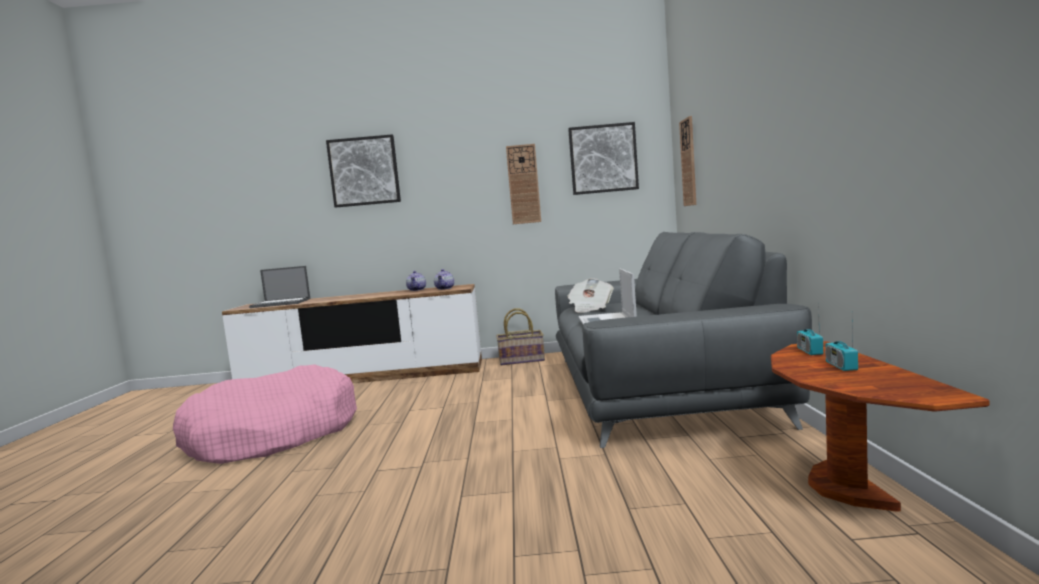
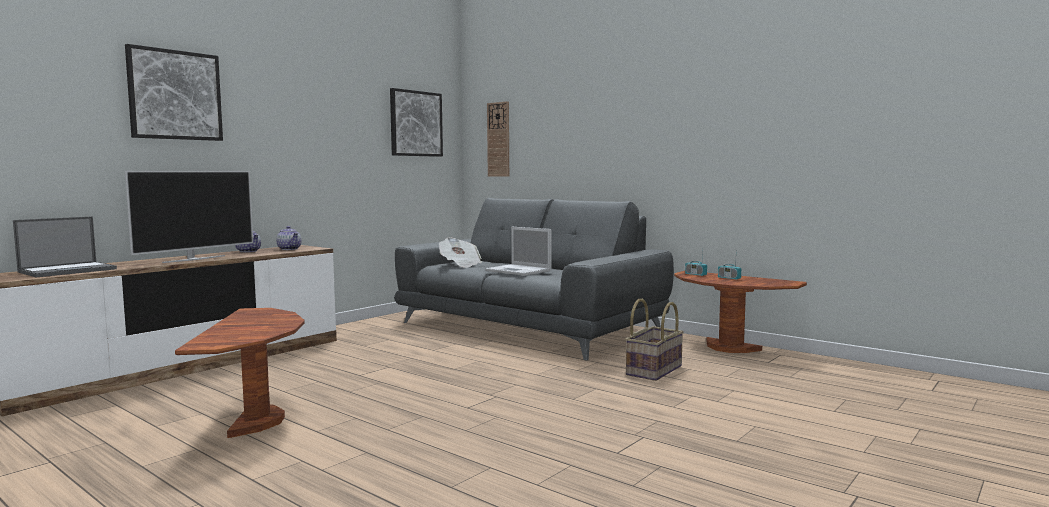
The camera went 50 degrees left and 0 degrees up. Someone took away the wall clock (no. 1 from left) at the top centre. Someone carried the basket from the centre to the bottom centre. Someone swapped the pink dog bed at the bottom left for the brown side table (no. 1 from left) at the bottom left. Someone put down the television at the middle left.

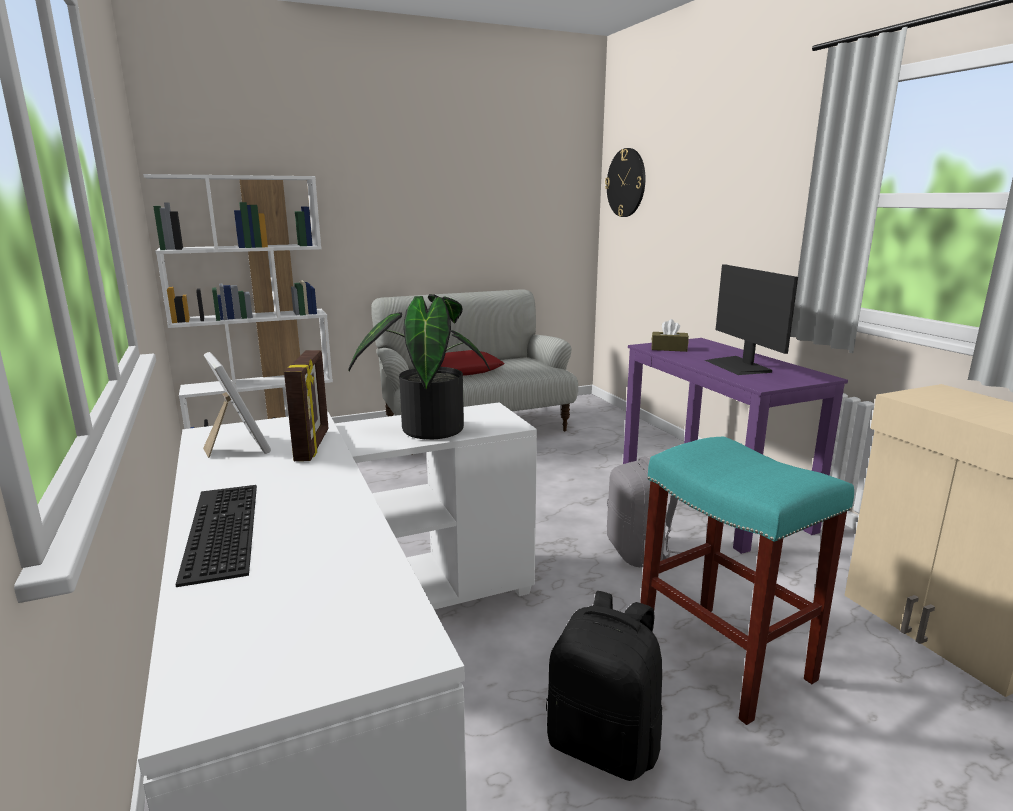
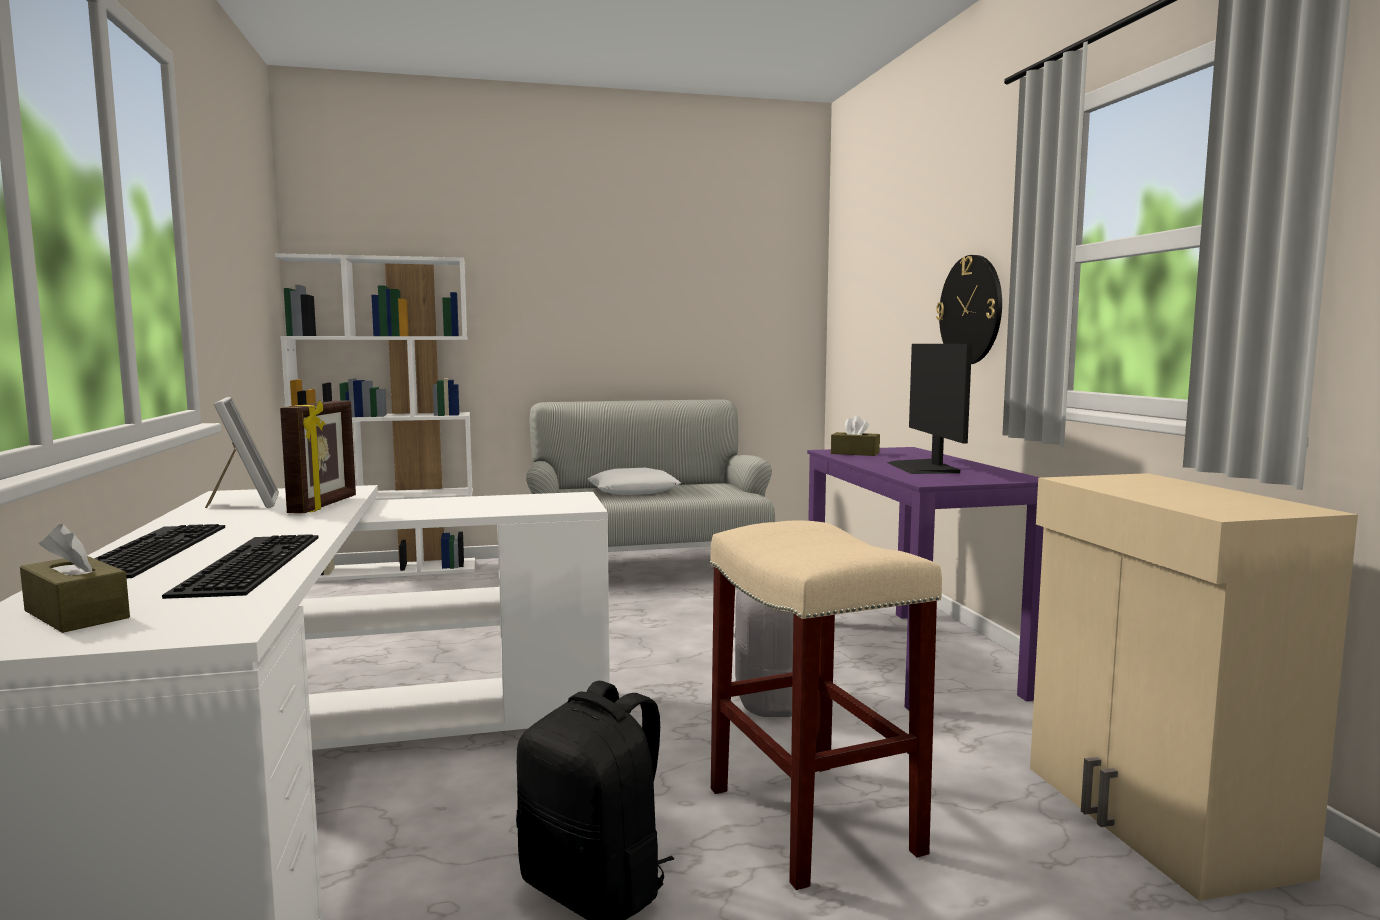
The camera went 10 degrees right and 10 degrees down. Someone carried the wall clock from the top centre to the middle right. Someone took away the potted plant at the centre. Someone repainted the red pillow at the centre, which became the white pillow at the centre. Someone repainted the turquoise stool at the bottom right, which became the beige stool at the bottom centre. Someone put down the brown tissue box (no. 1 from left) at the middle left. Someone put down the keyboard (no. 2 from left) at the middle left.

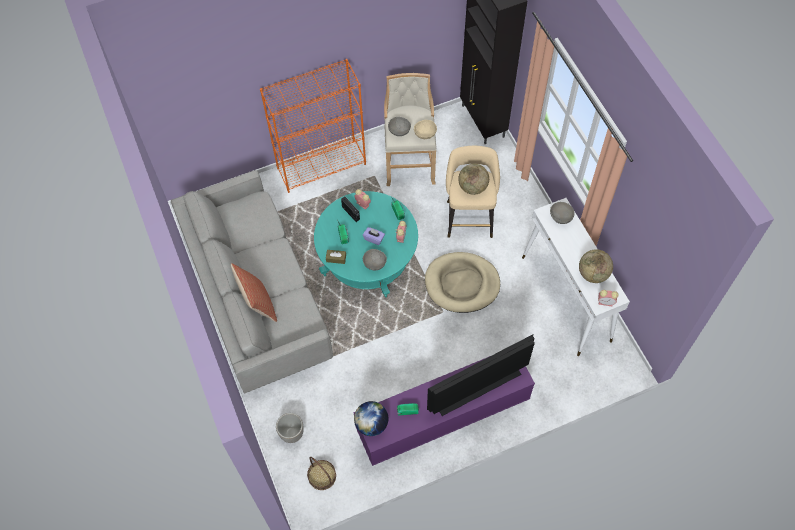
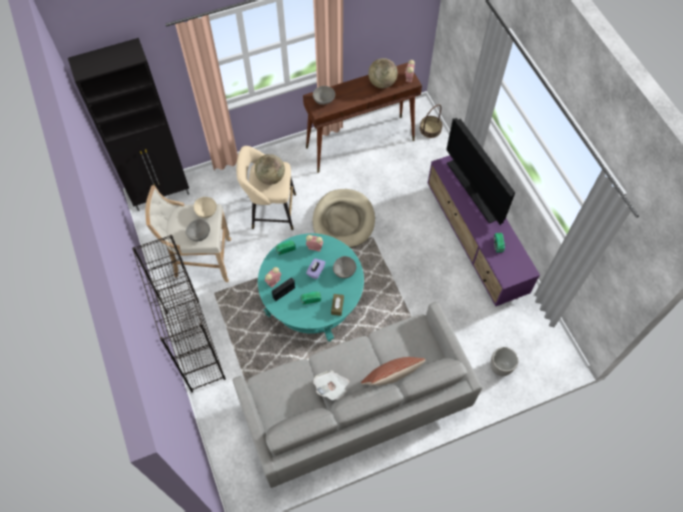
The camera went 90 degrees left and 0 degrees up. Someone repainted the orange bookcase at the top centre, which became the black bookcase at the middle left. Someone repainted the white console table at the middle right, which became the brown console table at the top centre. Someone took away the globe (no. 1 from left) at the bottom centre. Someone carried the basket from the bottom centre to the top centre. Someone put down the newspaper at the bottom centre.

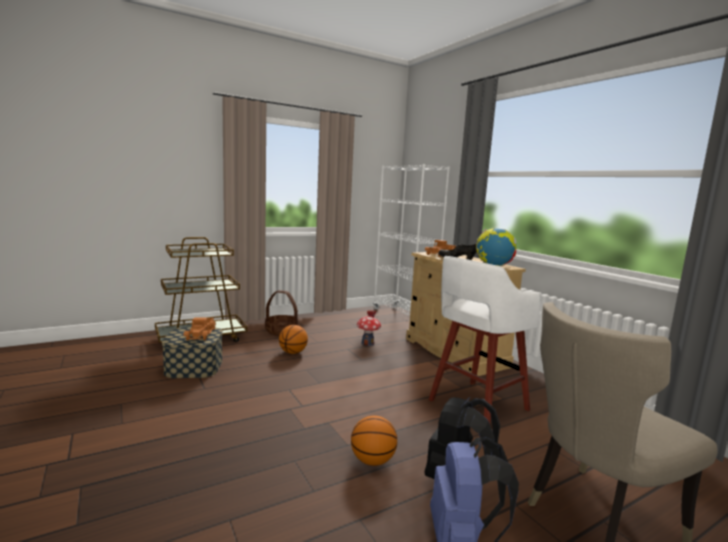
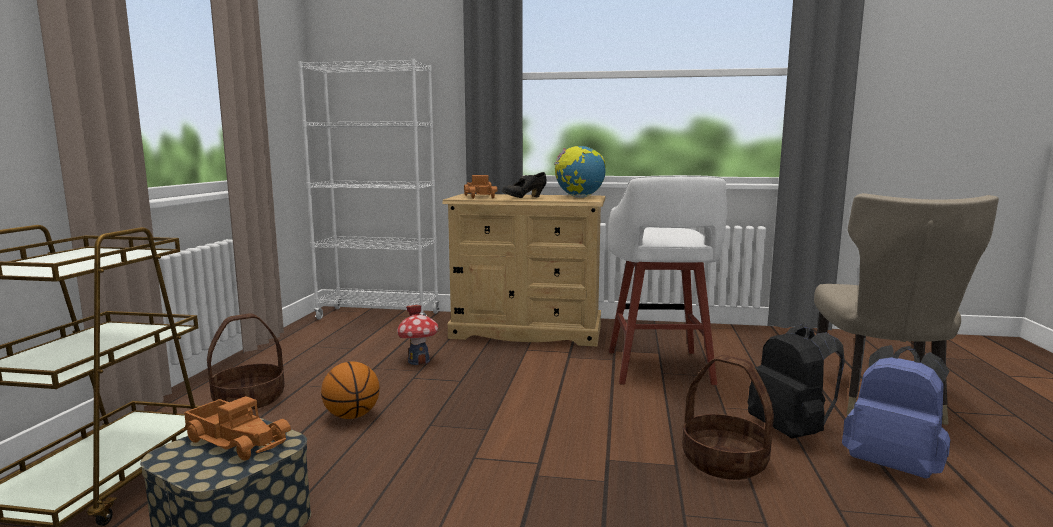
The camera went 50 degrees left and 0 degrees up. Someone swapped the basketball (no. 2 from left) at the bottom centre for the basket (no. 2 from left) at the bottom right.

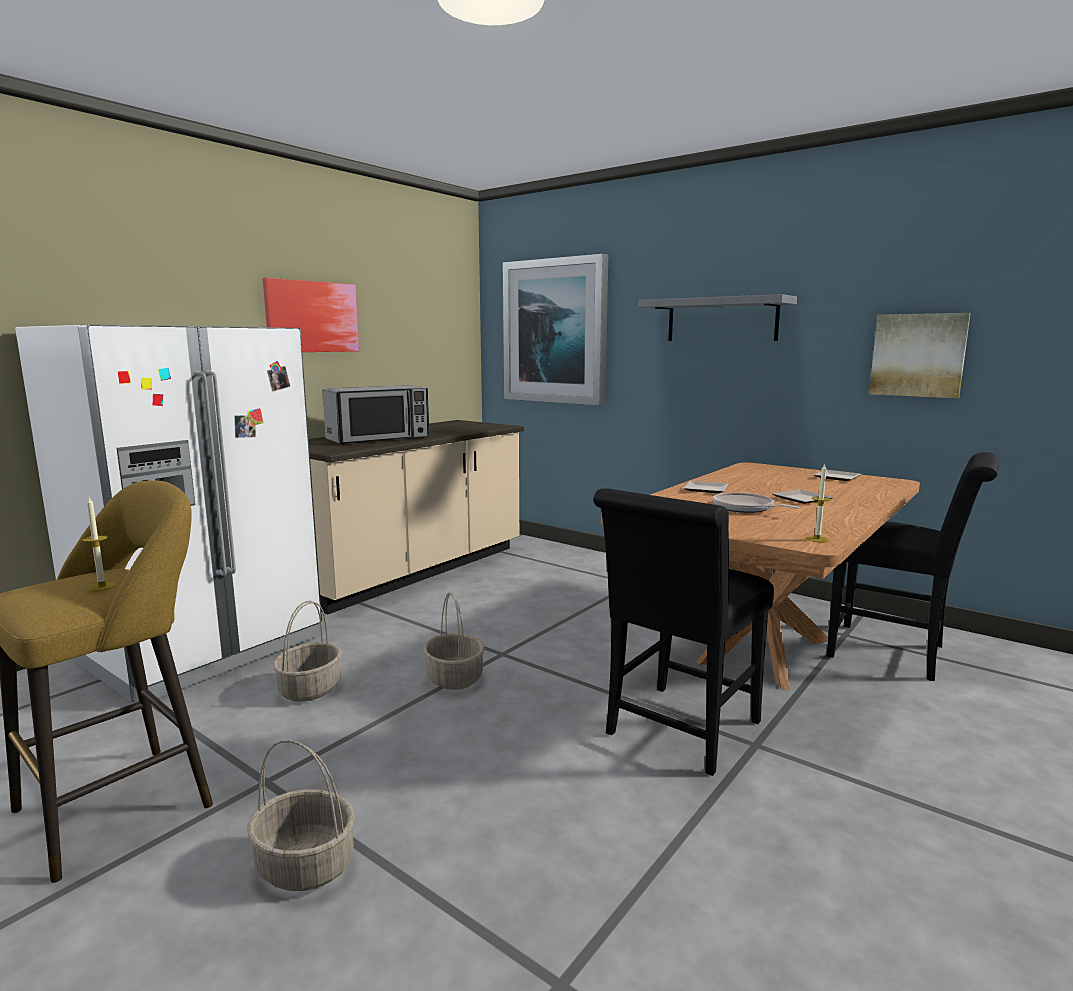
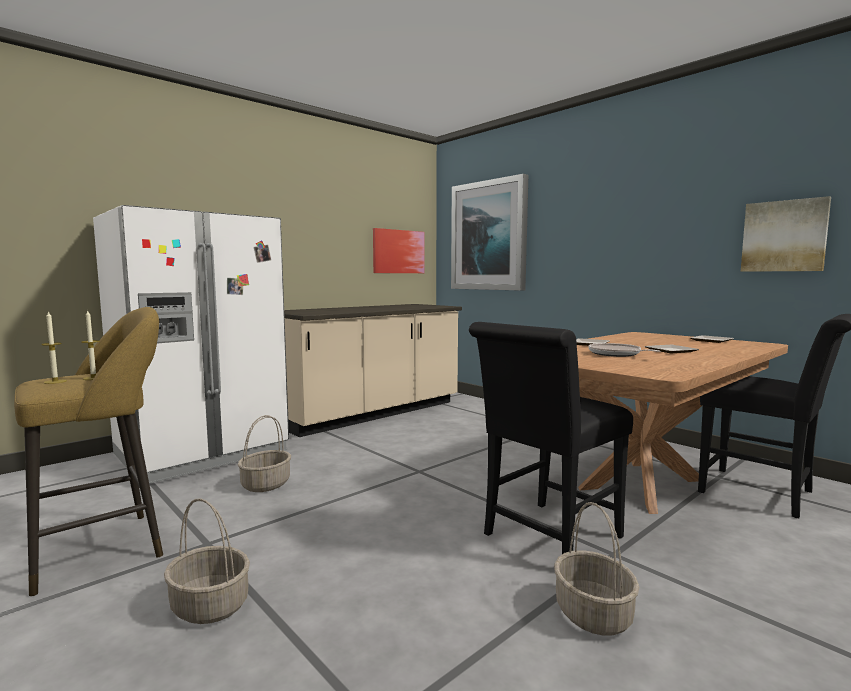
The camera went 10 degrees right and 5 degrees down. Someone carried the picture (no. 1 from left) from the top left to the centre. Someone took away the grey shelf at the top right. Someone took away the microwave at the centre. Someone carried the candle (no. 2 from left in the first image) from the middle right to the middle left. Someone carried the basket (no. 3 from left) from the centre to the bottom right.

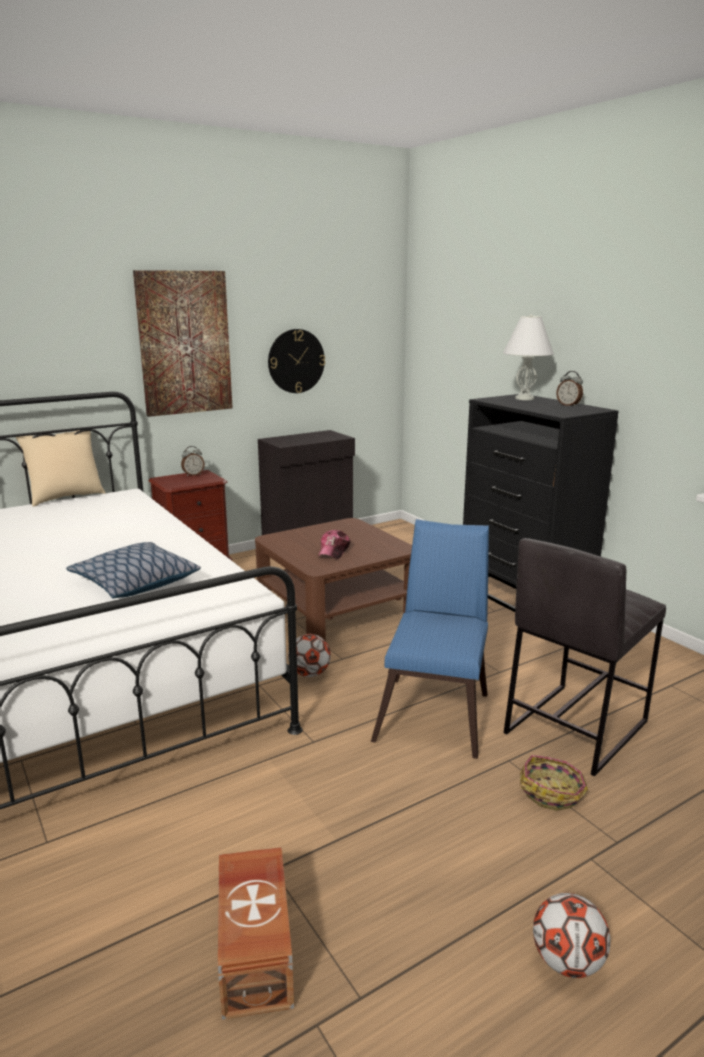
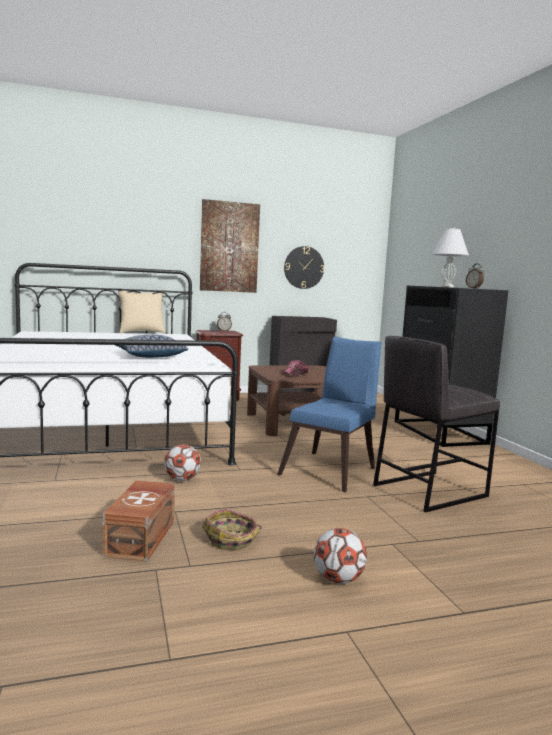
The camera went 15 degrees right and 10 degrees down. Someone carried the football (no. 1 from left) from the centre to the middle left. Someone carried the basket from the bottom right to the bottom centre.

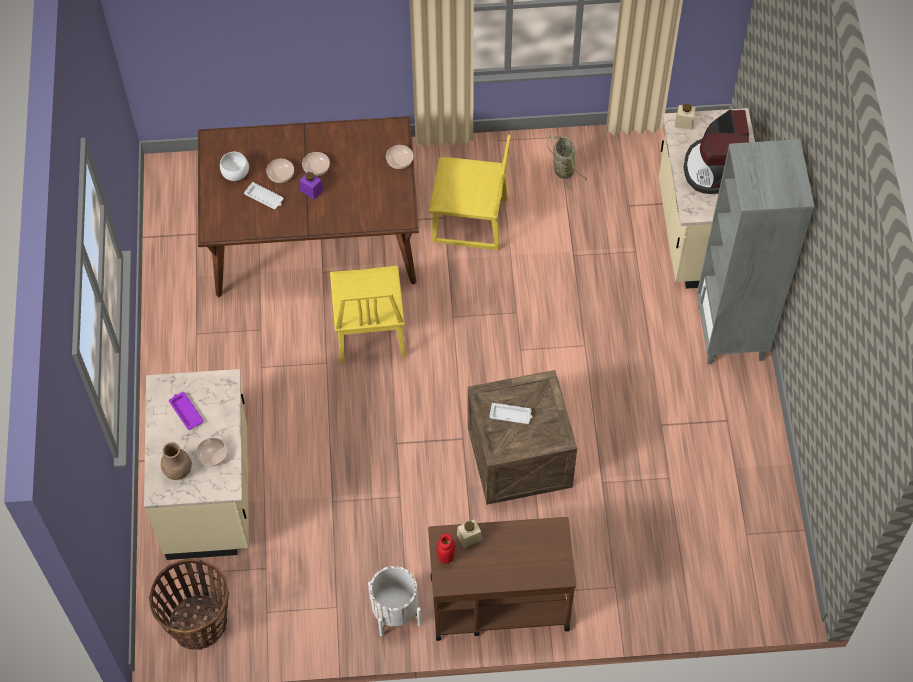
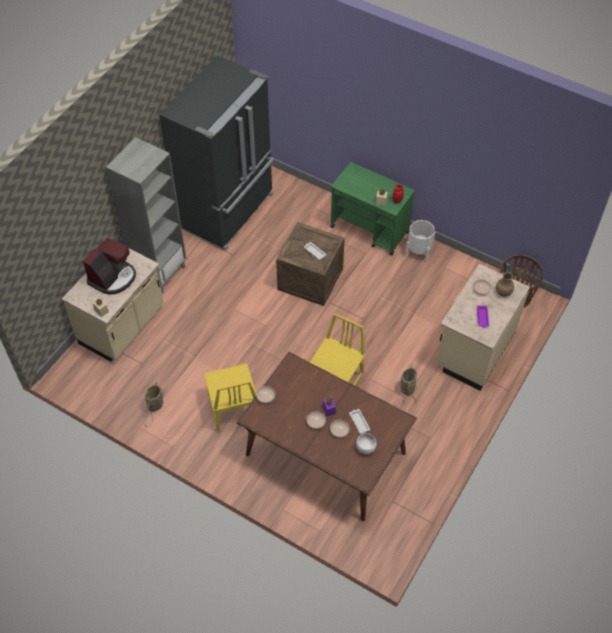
The camera went 145 degrees left and 5 degrees down. Someone rotated the yellow chair (no. 2 from left in the first image) at the top centre by 150 degrees counterclockwise. Someone repainted the brown cart at the bottom centre, which became the green cart at the top centre. Someone put down the black fridge at the top centre. Someone put down the basket (no. 2 from left) at the middle right.

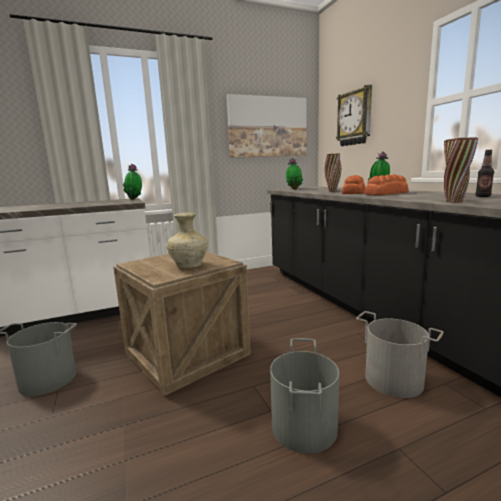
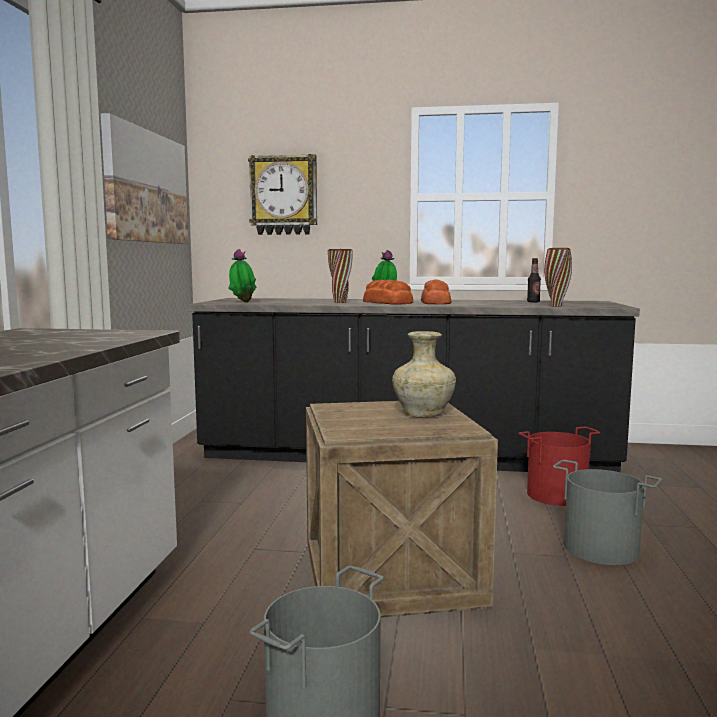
The camera went 60 degrees left and 5 degrees down. Someone took away the potted plant (no. 1 from left) at the middle left. Someone repainted the grey bucket (no. 3 from left) at the bottom right, which became the red bucket at the middle right.

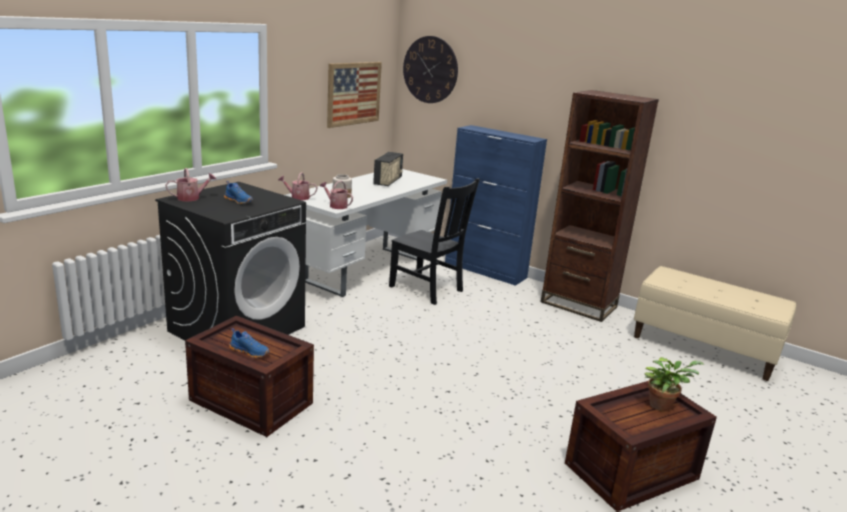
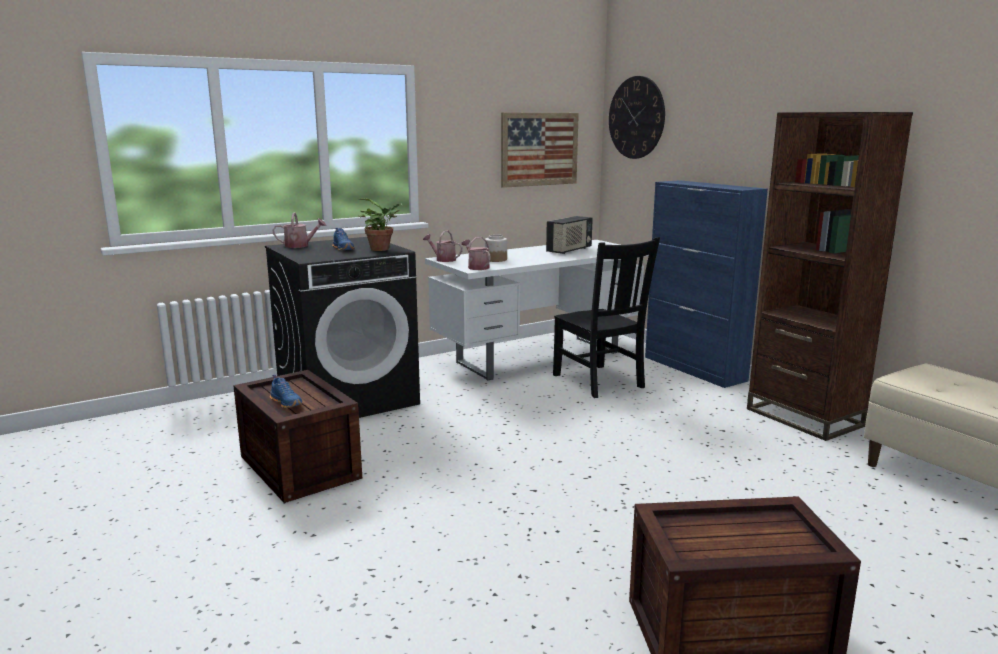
The camera went 25 degrees right and 5 degrees down. Someone carried the potted plant from the bottom right to the centre.

